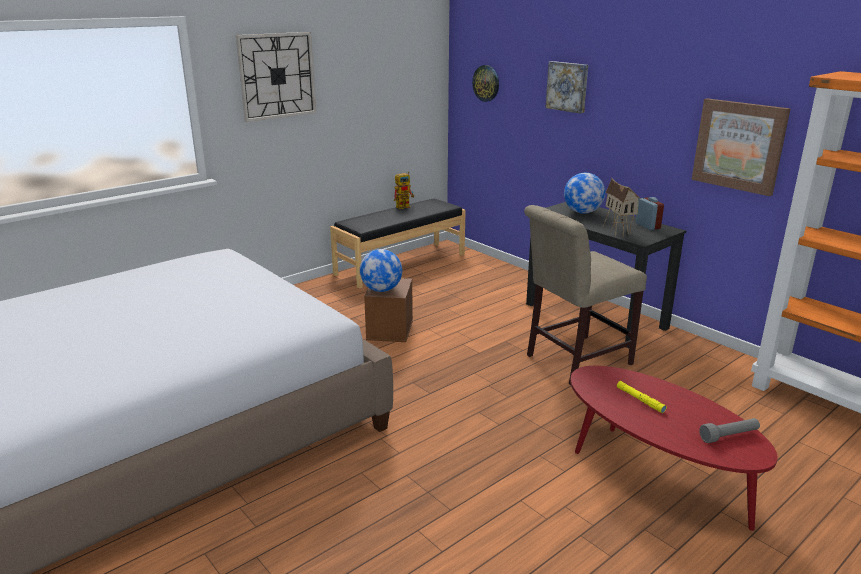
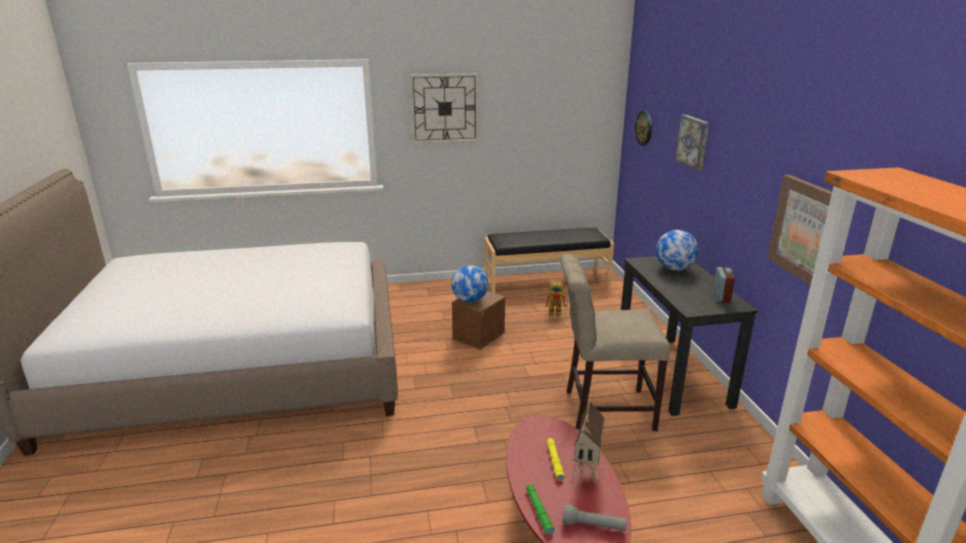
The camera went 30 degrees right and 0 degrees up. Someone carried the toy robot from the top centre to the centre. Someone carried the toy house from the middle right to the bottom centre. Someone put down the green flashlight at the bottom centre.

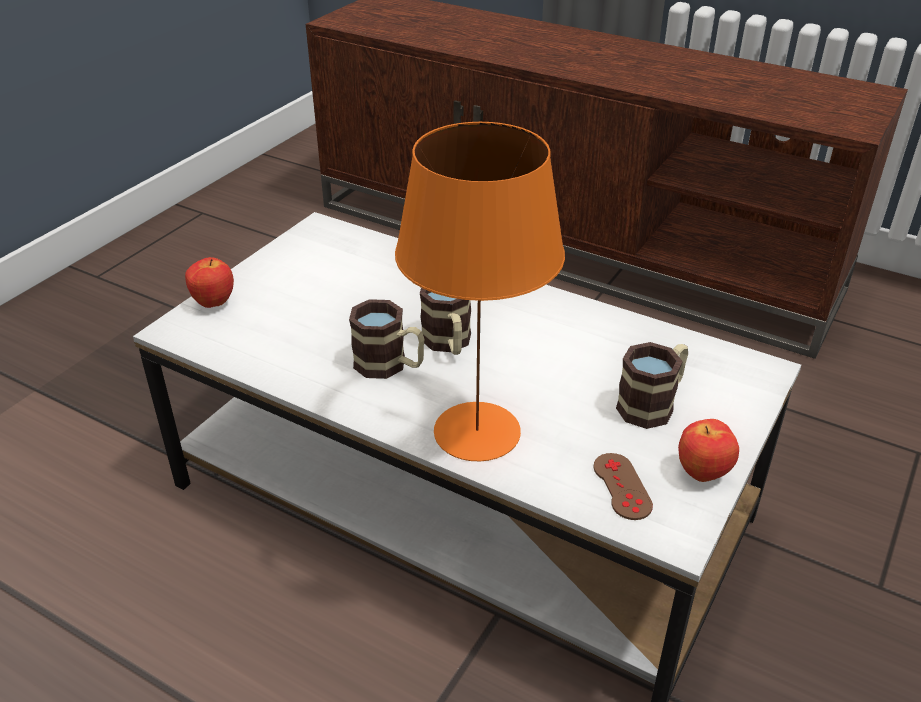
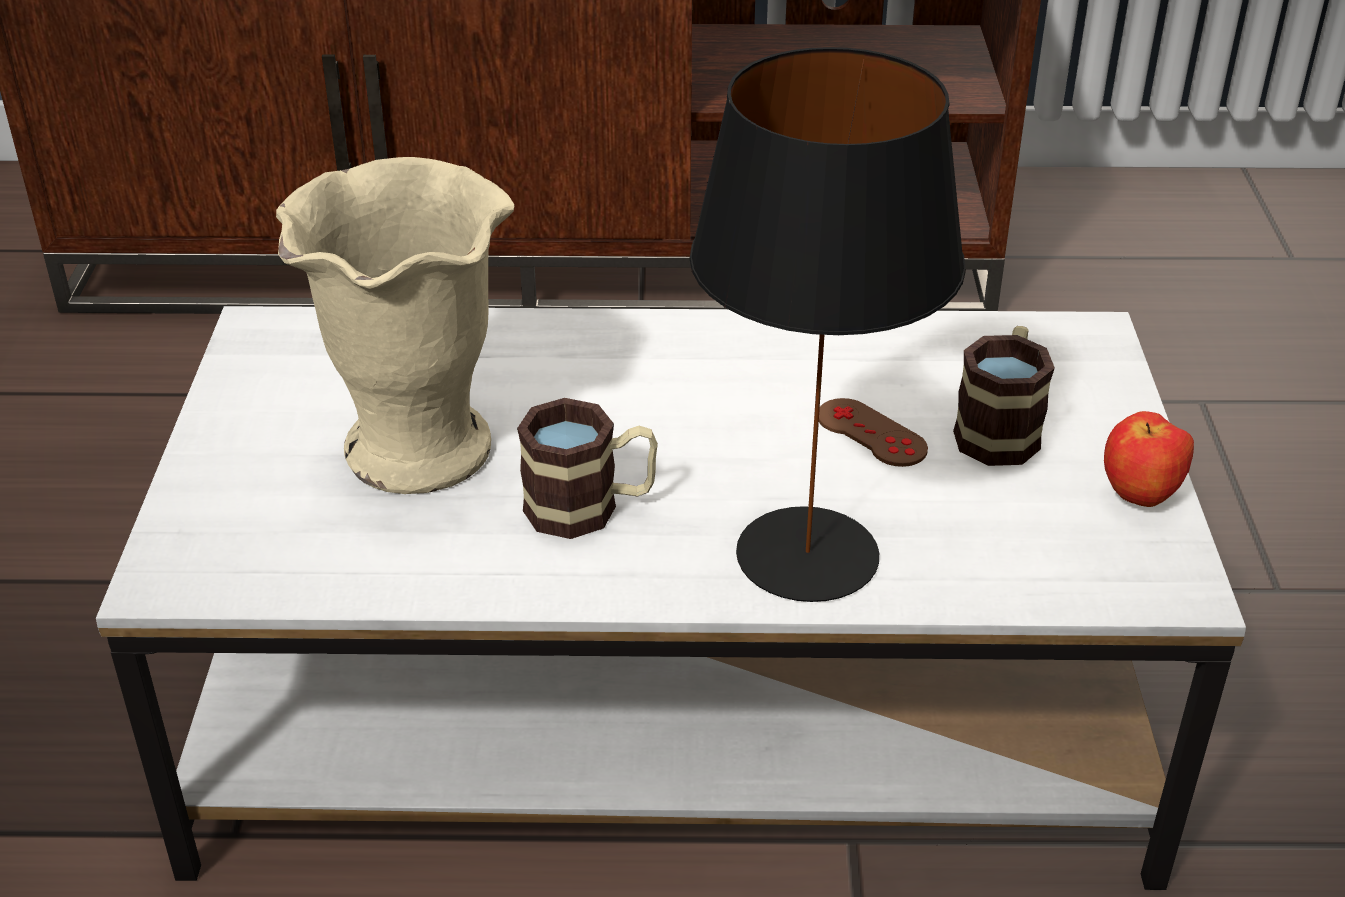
The camera went 30 degrees left and 0 degrees up. Someone repainted the orange table lamp at the centre, which became the black table lamp at the centre. Someone took away the apple (no. 1 from left) at the middle left. Someone took away the mug (no. 2 from left) at the centre. Someone carried the brown game controller from the bottom right to the centre. Someone put down the beige vase at the middle left.

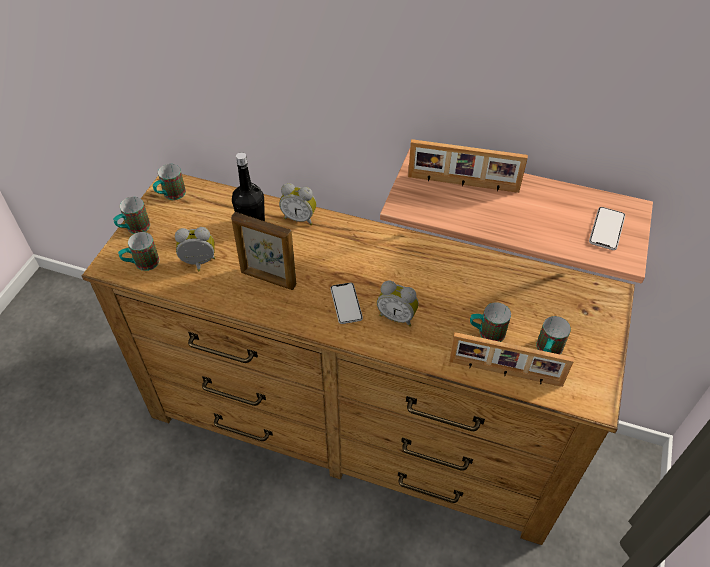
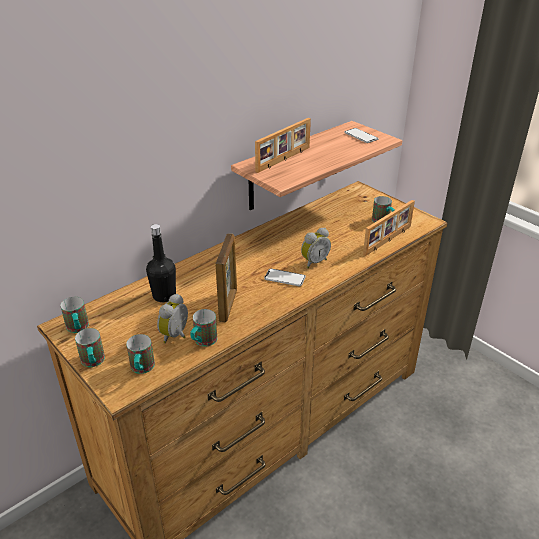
The camera went 60 degrees left and 15 degrees down. Someone took away the alarm clock (no. 2 from left) at the centre. Someone rotated the picture frame (no. 1 from left) at the centre by 45 degrees counterclockwise. Someone carried the mug (no. 4 from left) from the middle right to the centre.

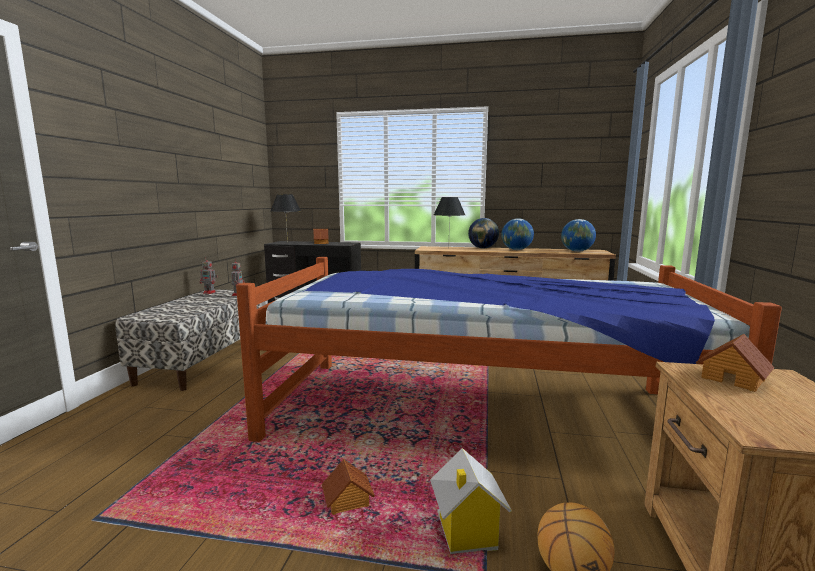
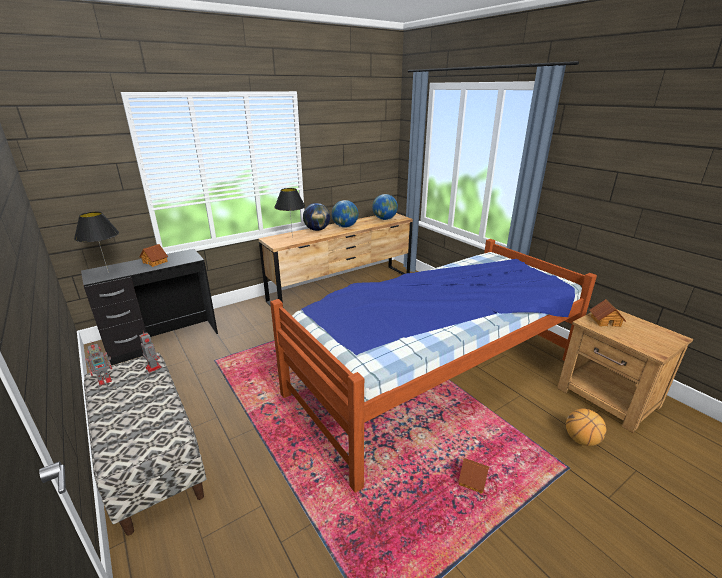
The camera went 45 degrees left and 15 degrees up. Someone took away the toy house (no. 3 from left) at the bottom centre.

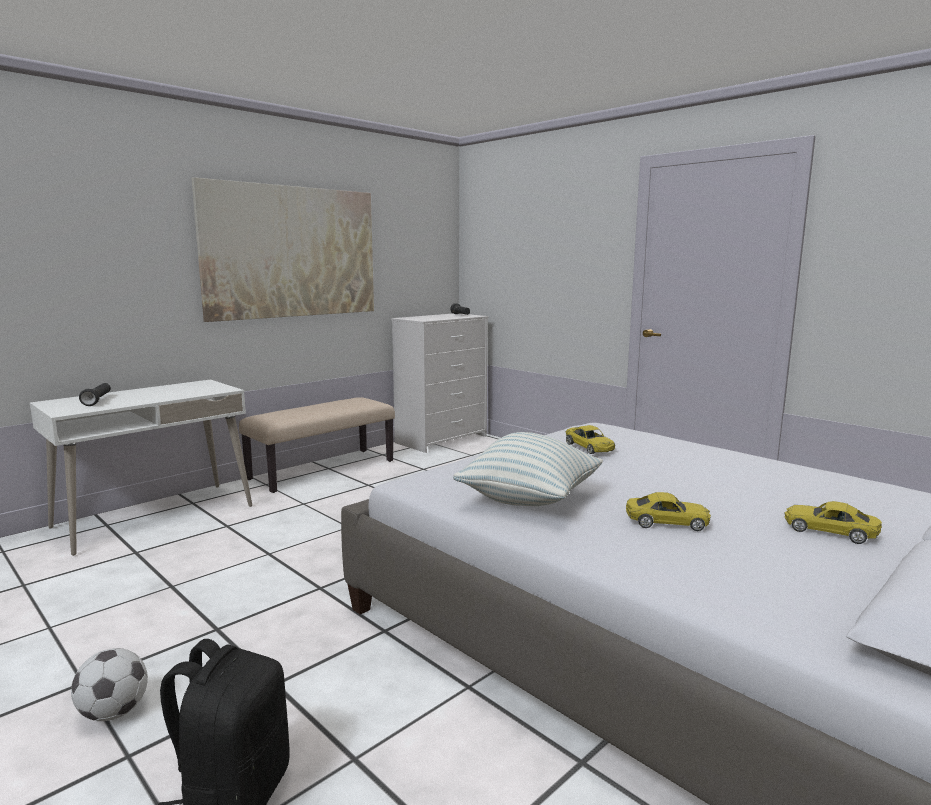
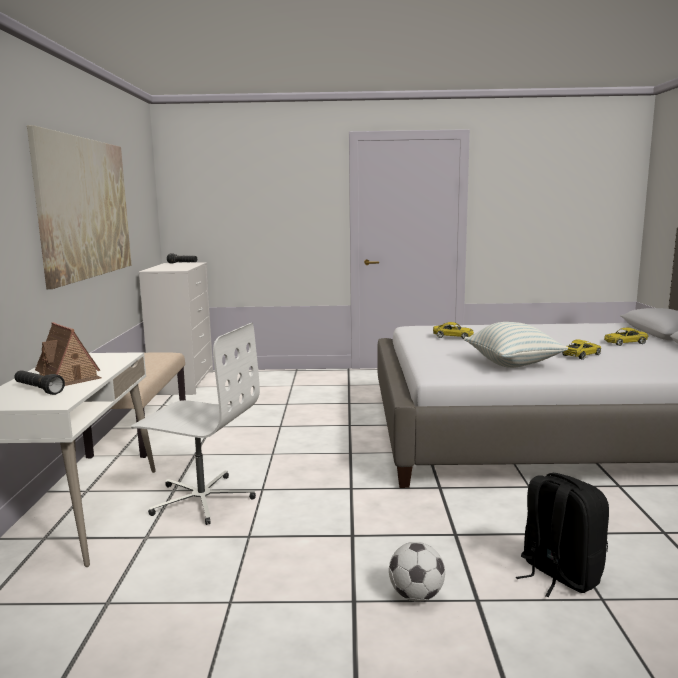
The camera went 45 degrees left and 0 degrees up. Someone put down the toy house at the middle left. Someone put down the white office chair at the middle left.

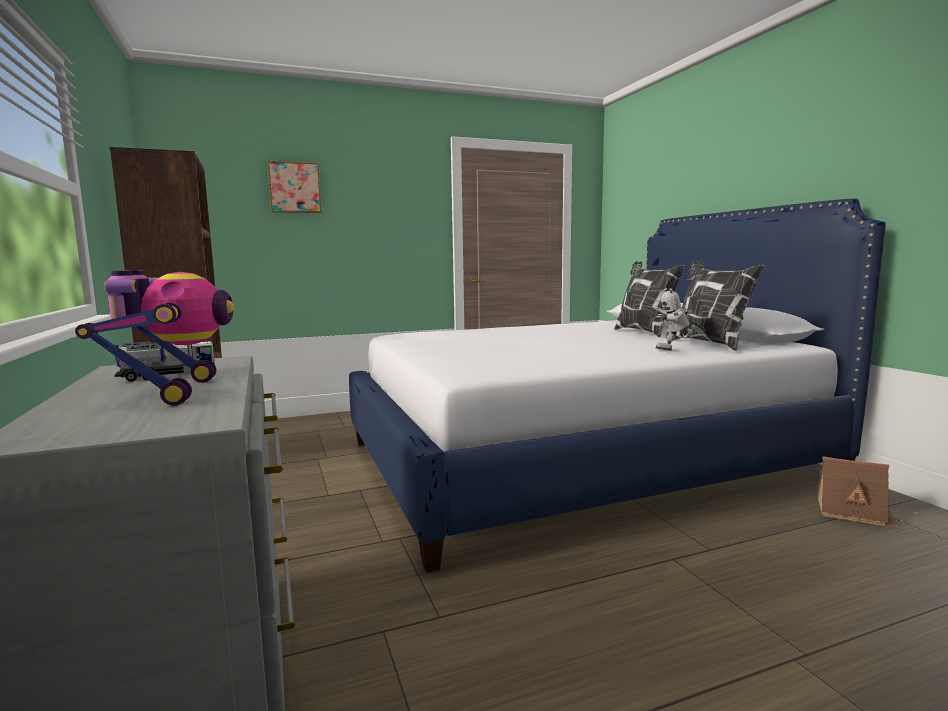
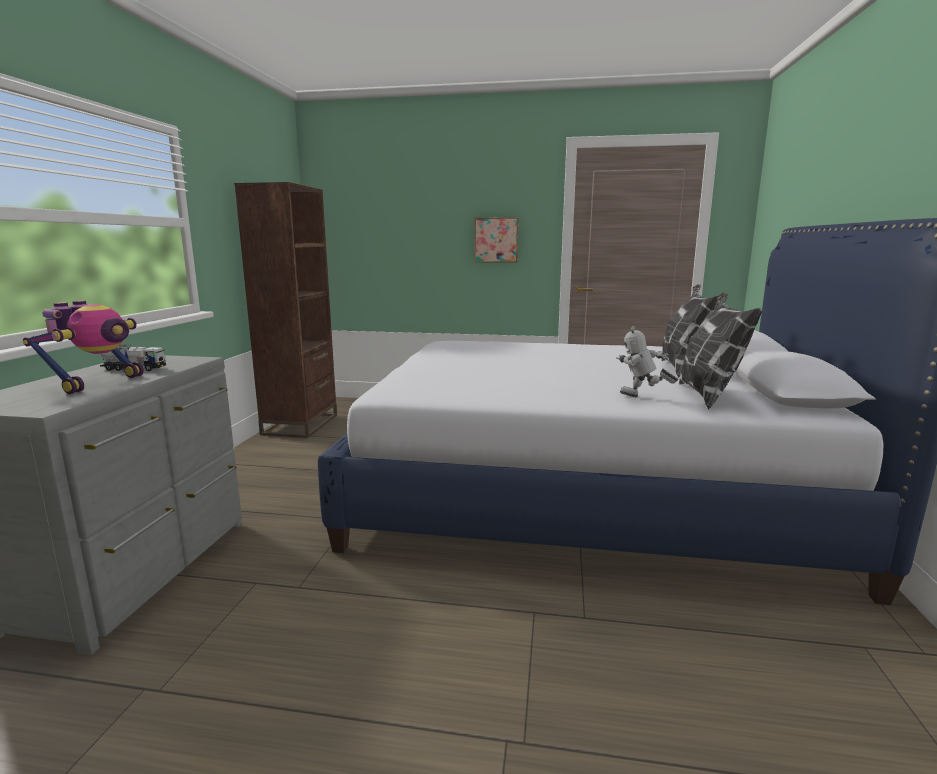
The camera went 30 degrees right and 5 degrees up. Someone carried the picture from the top left to the top centre. Someone took away the toy house at the bottom right.

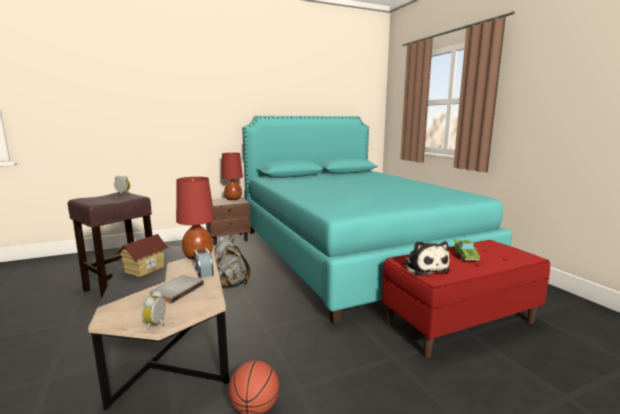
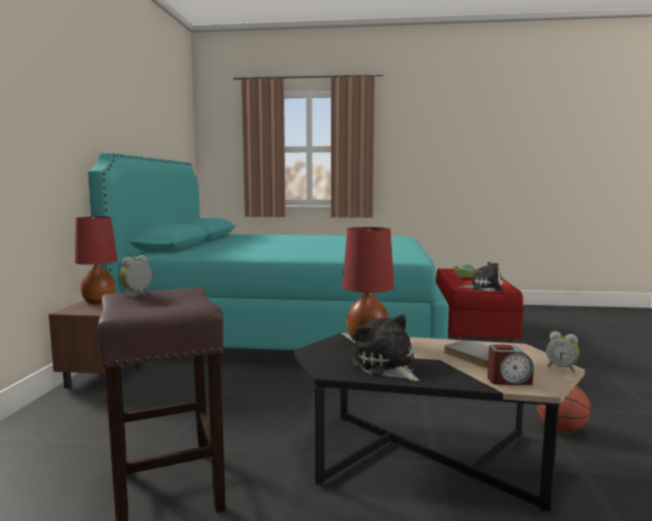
The camera went 60 degrees left and 5 degrees down. Someone swapped the toy house at the middle left for the plush toy (no. 1 from left) at the centre. Someone took away the grey backpack at the centre. Someone carried the alarm clock (no. 3 from left in the first image) from the middle left to the bottom right.

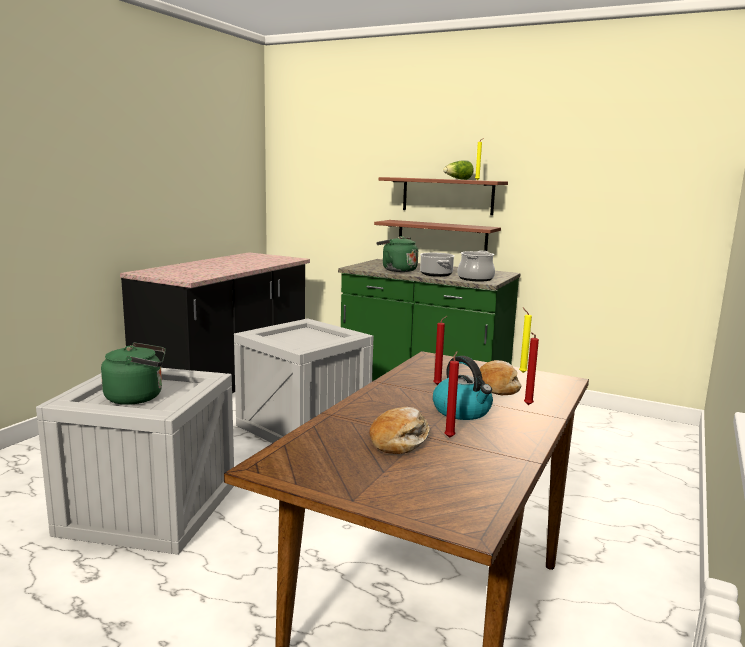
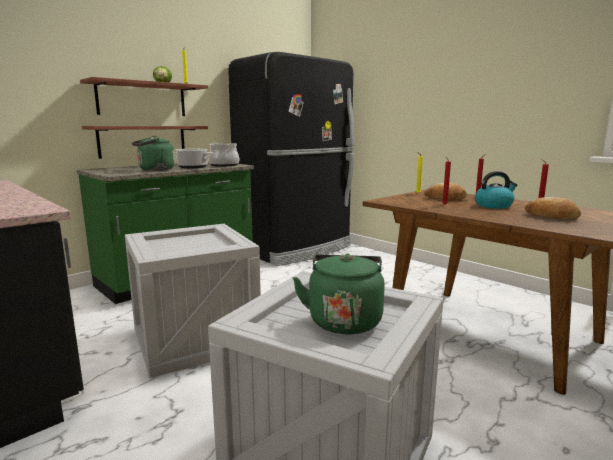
The camera went 70 degrees left and 0 degrees up. Someone put down the black fridge at the centre.

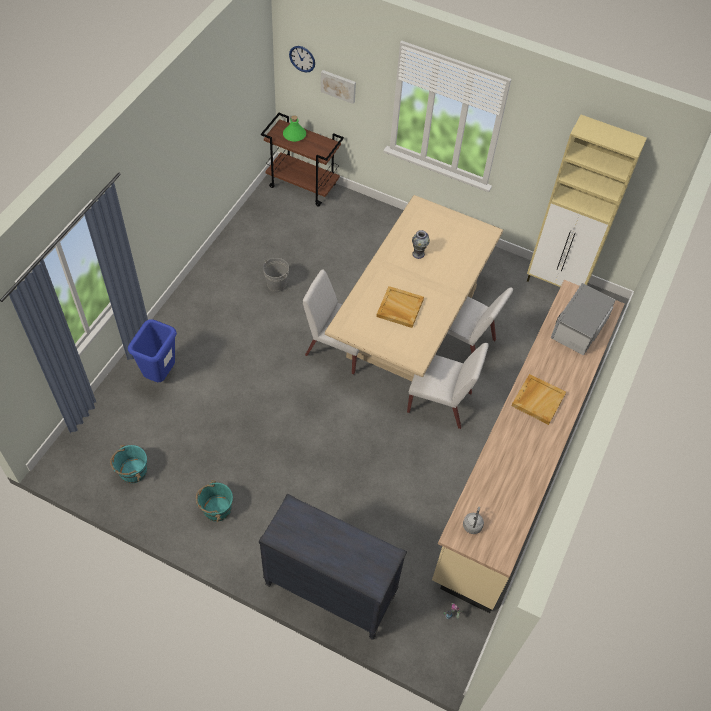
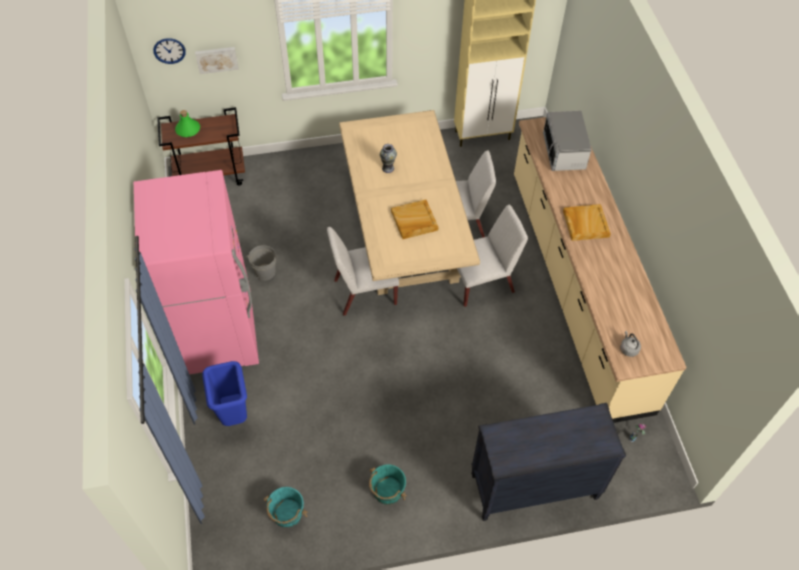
The camera went 35 degrees left and 0 degrees up. Someone put down the pink fridge at the middle left.

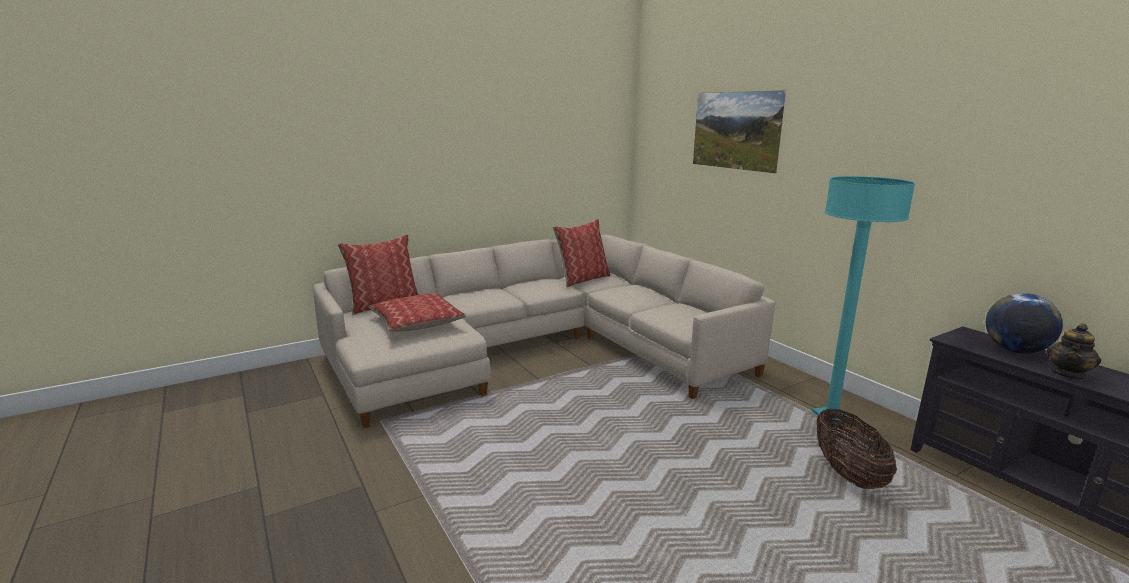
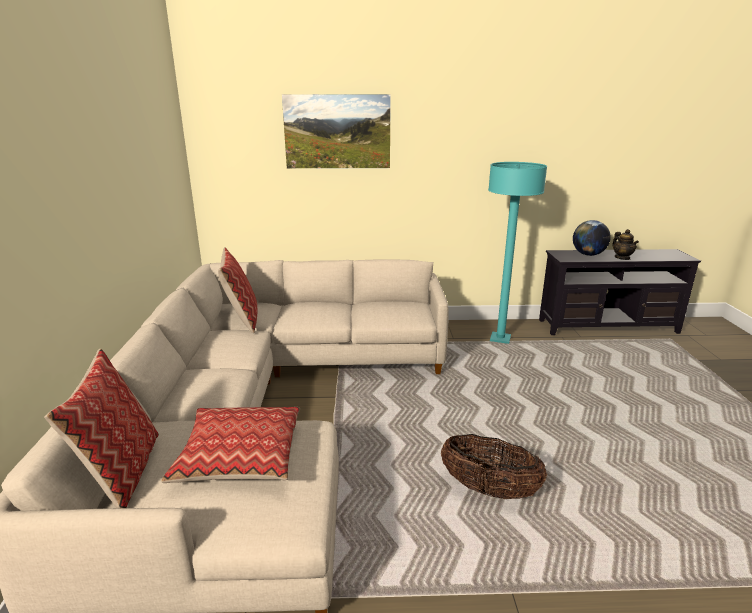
The camera went 60 degrees left and 5 degrees up. Someone carried the basket from the bottom right to the bottom centre.

